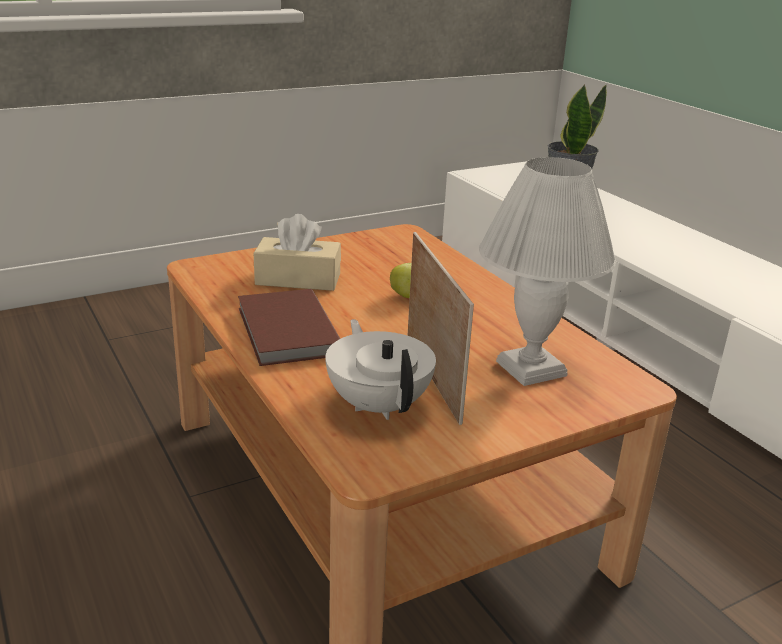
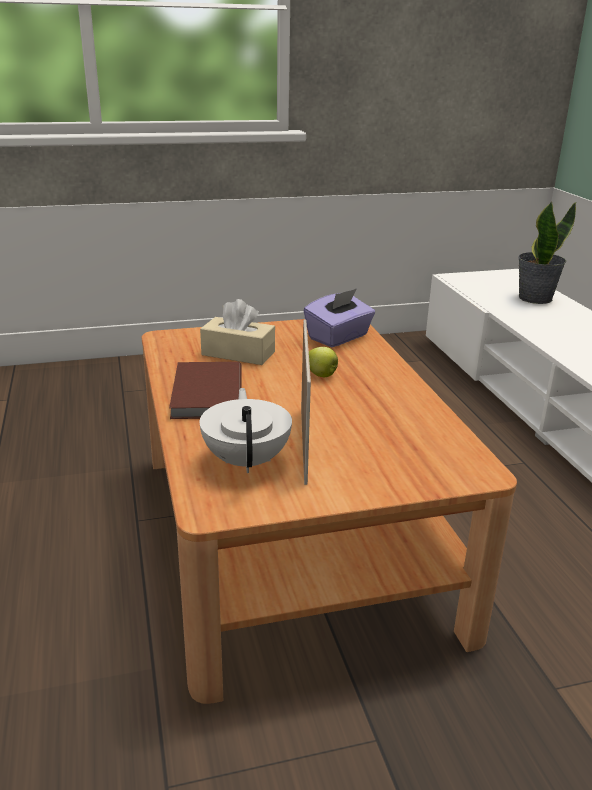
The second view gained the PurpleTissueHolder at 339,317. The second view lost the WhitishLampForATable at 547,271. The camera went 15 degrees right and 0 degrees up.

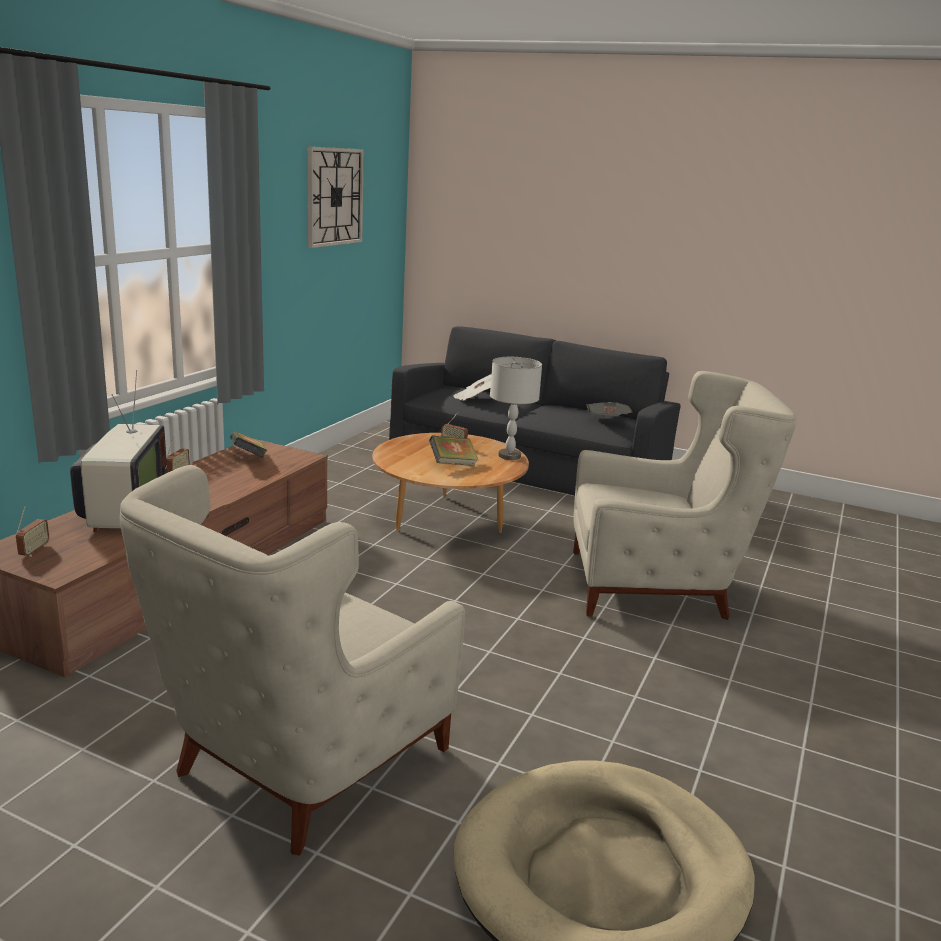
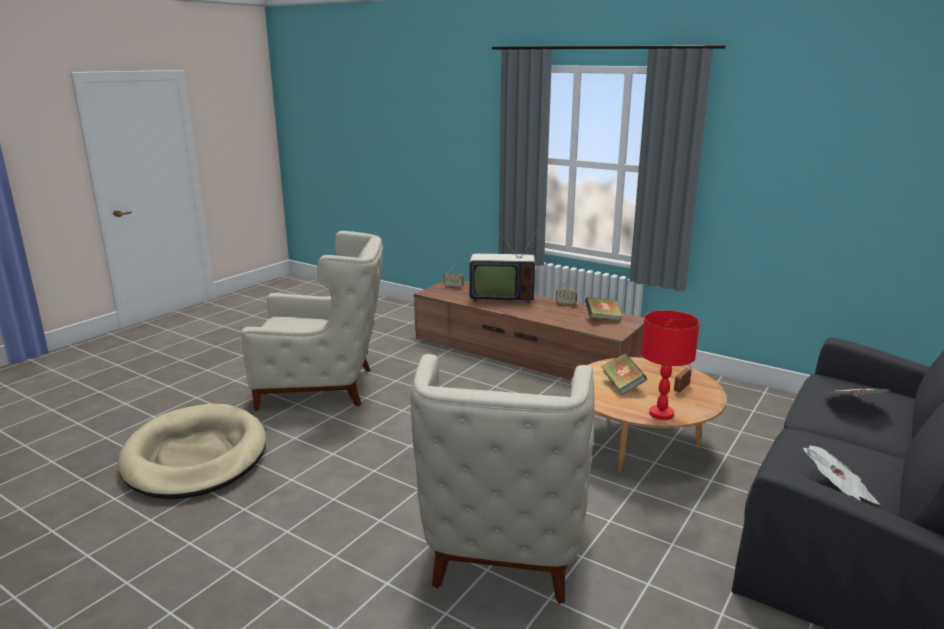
The BeigeColouredLoungeChair at 292,660 ended up facing another way, 135 degrees clockwise from before. What was the GrayLampForATable at 516,408 turned into the RedLampForATable at 670,365. The second view lost the ClockOnTheWall at 336,197. The camera went 100 degrees right and 0 degrees up.

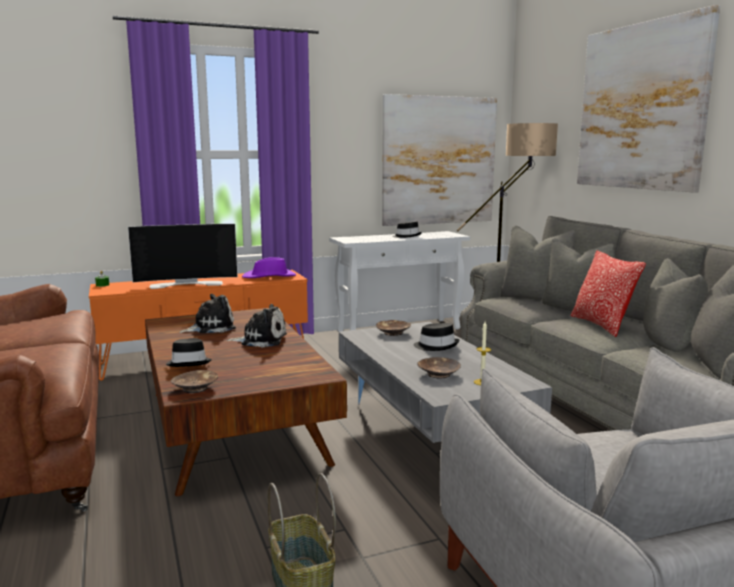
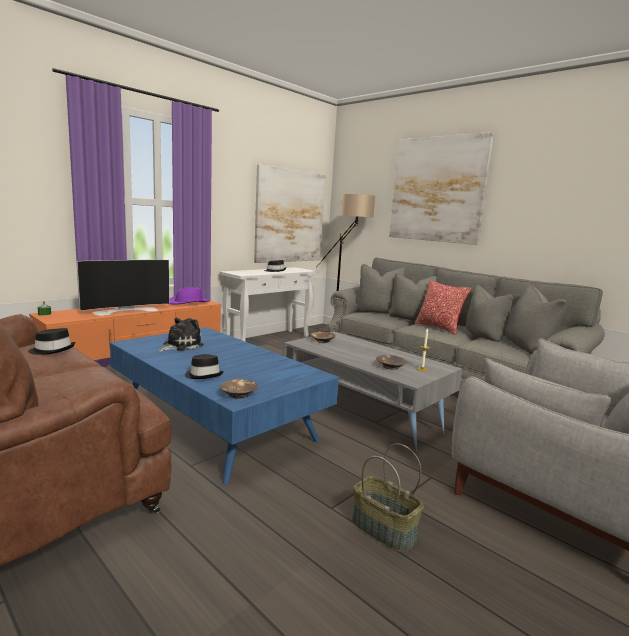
The BlackColouredWearableHat ended up elsewhere, having gone from 436,337 to 52,341. What was the BrownLoungeTable at 246,402 turned into the BluishLoungeTable at 224,406. The second view lost the SoftToy at 256,325. The camera went 25 degrees left and 0 degrees up.

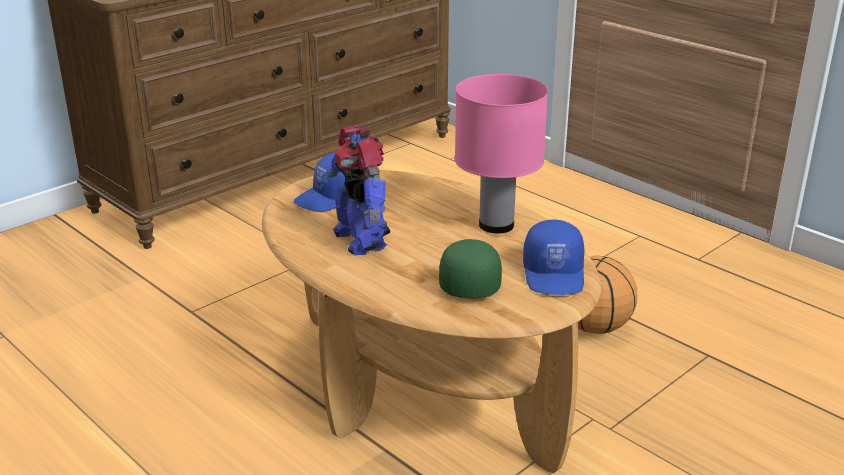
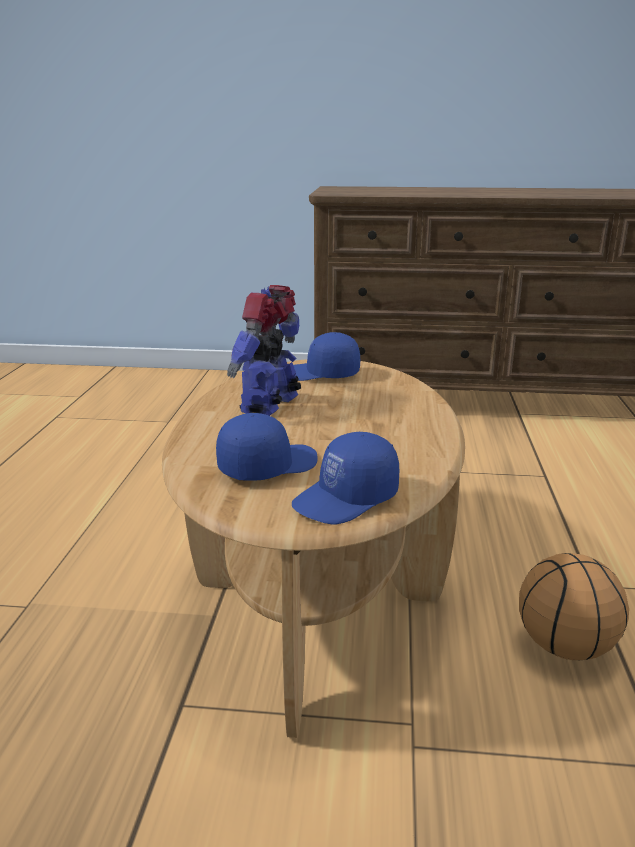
What was the GreenPeakedCap at 470,268 turned into the BluishPeakedCap at 266,447. The second view lost the PinkColouredLampForATable at 501,153. The camera went 50 degrees right and 5 degrees down.

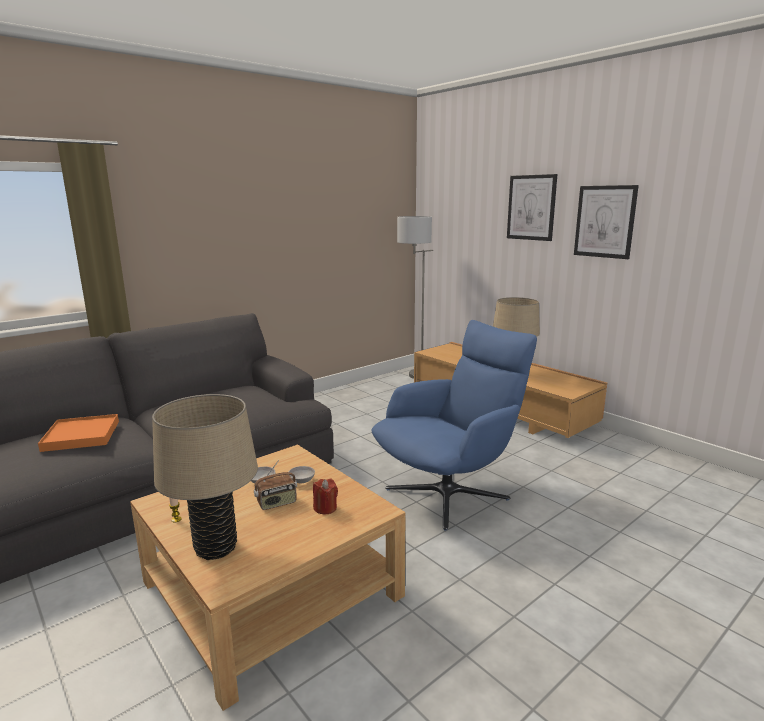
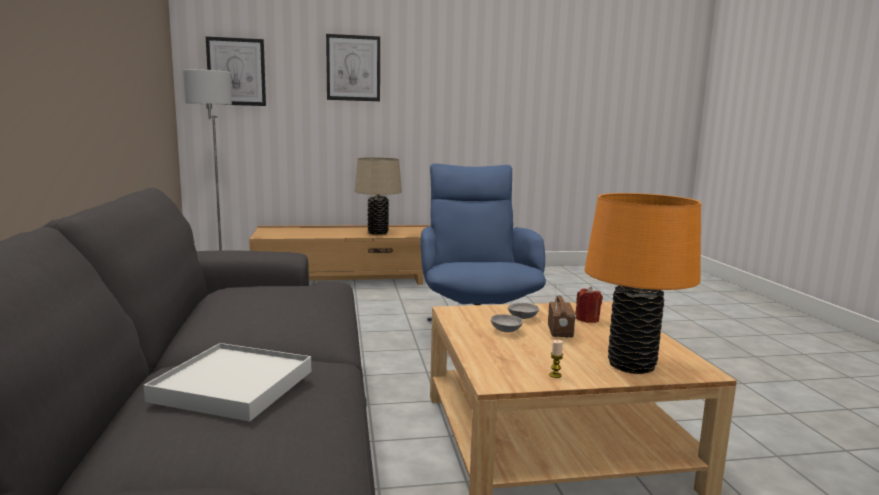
What was the OrangeyServingTray at 78,433 turned into the WhitishServingTray at 227,382. The WallPicture ended up elsewhere, having gone from 606,222 to 236,71. What was the BeigeColouredLampForATable at 205,477 turned into the OrangeyLampForATable at 643,283. The camera went 60 degrees left and 5 degrees down.

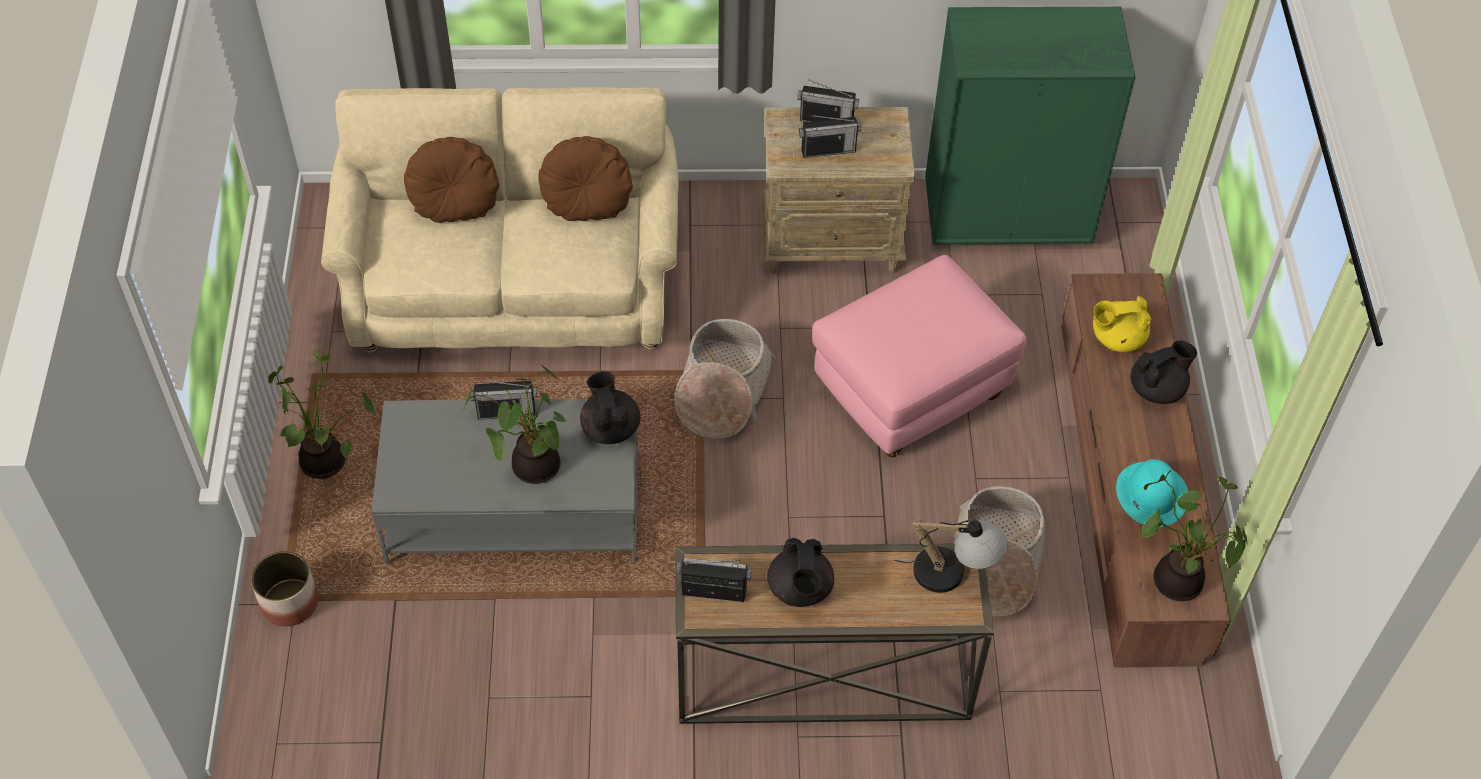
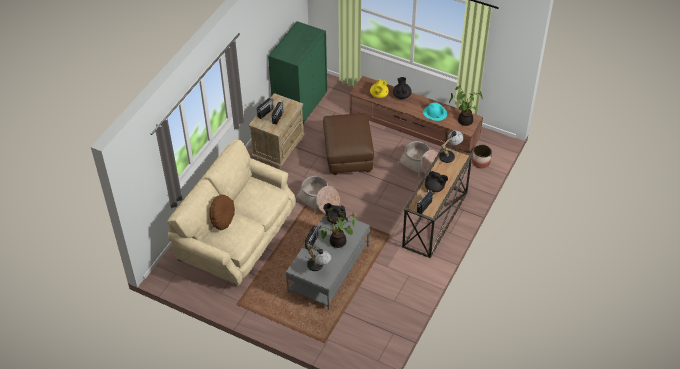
The second view gained the LampForATable at 319,257. What was the PinkColouredPouffe at 919,356 turned into the BrownPouffe at 348,144. The Planter ended up elsewhere, having gone from 285,588 to 482,156. The second view lost the Houseplant at 322,415. The second view lost the BrownThrowPillow at 585,178. The camera went 60 degrees left and 5 degrees down.

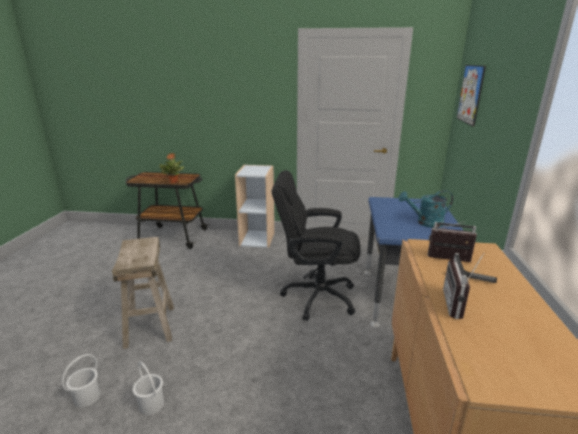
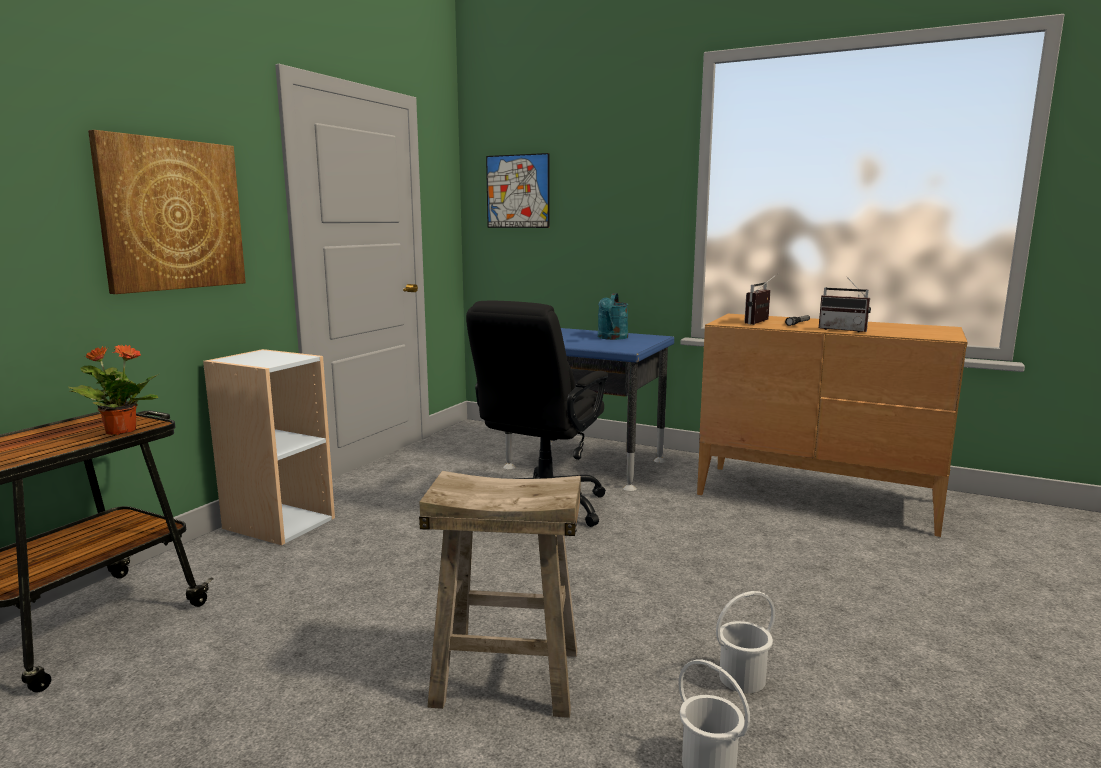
The second view gained the WallPicture at 167,212. The camera went 70 degrees left and 10 degrees down.

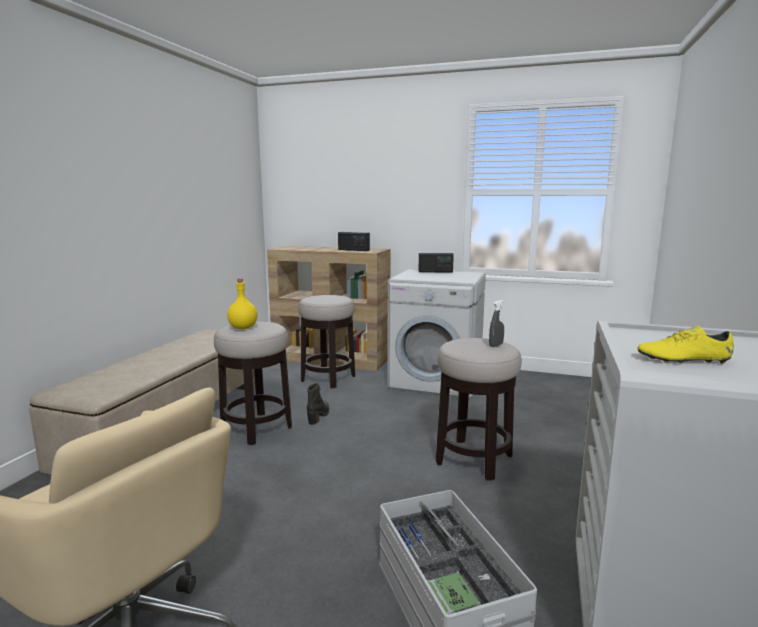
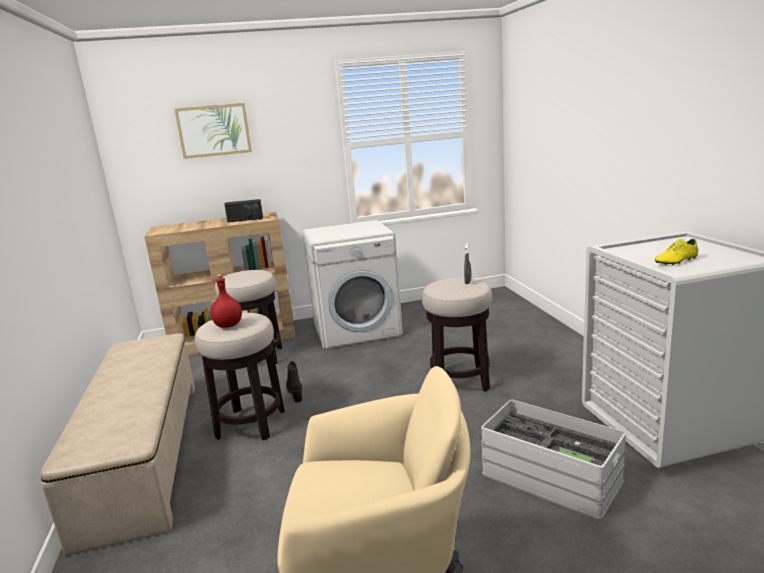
The second view gained the WallPicture at 213,131. What was the YellowDrinkBottle at 242,304 turned into the RedDrinkBottle at 226,301. The second view lost the RadioReceiver at 436,262. The camera went 30 degrees left and 5 degrees up.

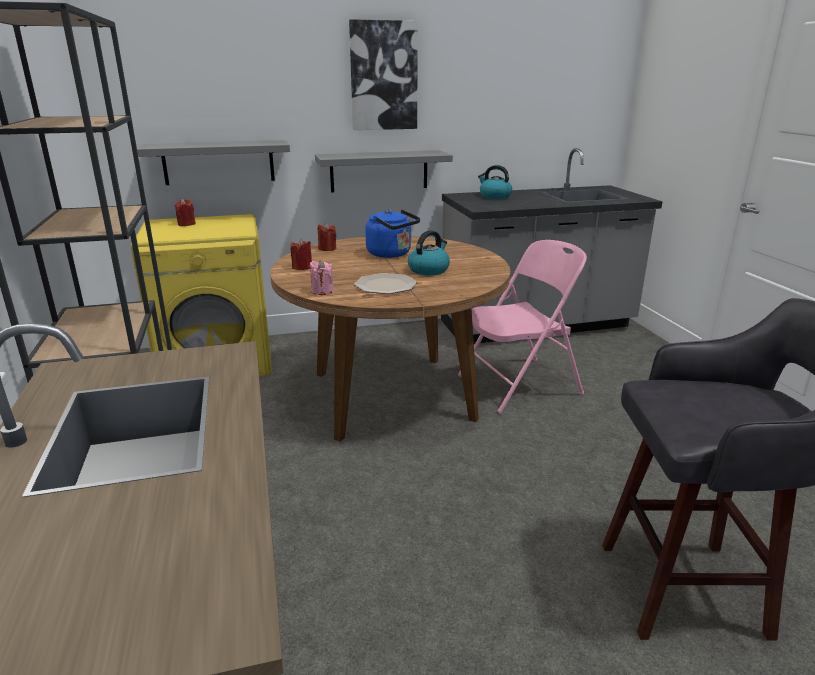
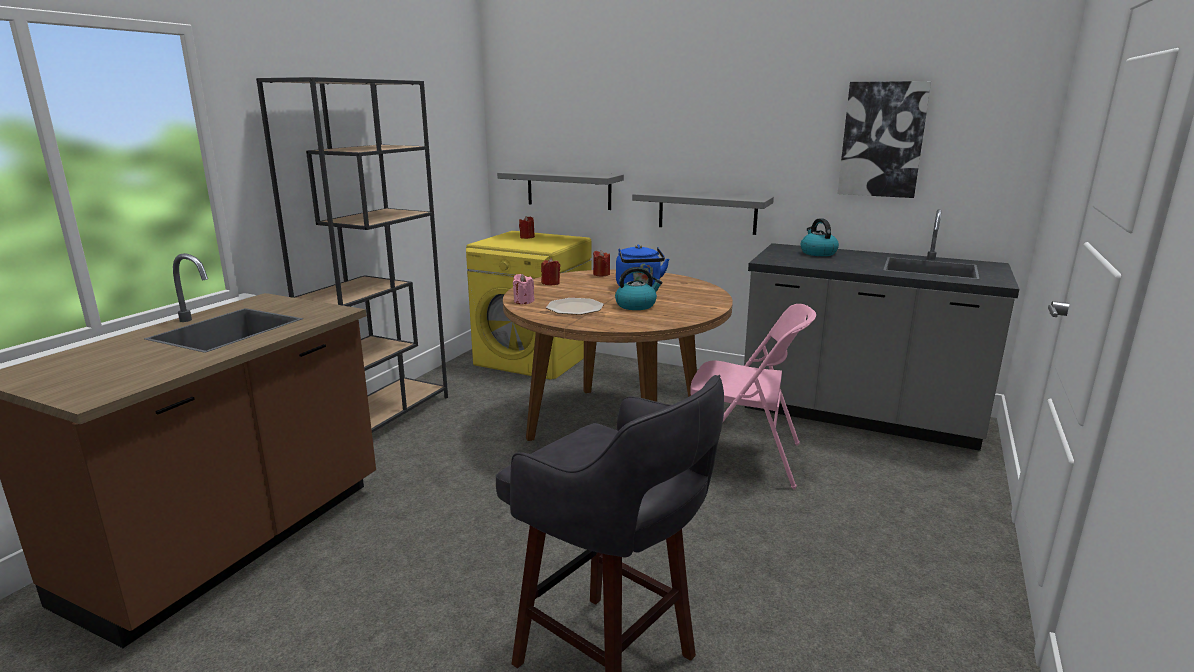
The WallPicture ended up elsewhere, having gone from 383,74 to 884,139. The camera went 40 degrees right and 5 degrees down.

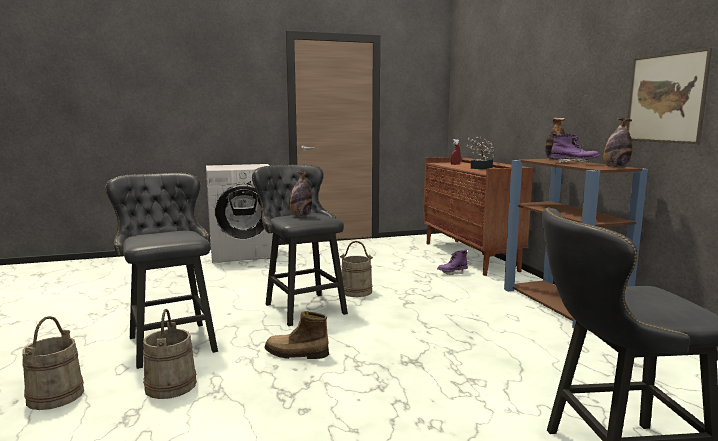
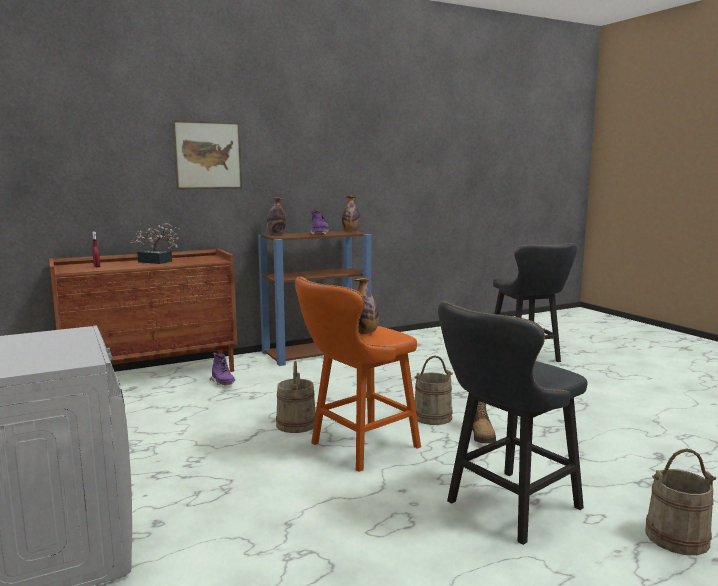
The WallPicture ended up elsewhere, having gone from 669,96 to 207,155. What was the GraySittingStool at 300,245 turned into the OrangeySittingStool at 358,374. The BeigeColouredWaterBucket ended up elsewhere, having gone from 170,354 to 434,390. The camera went 100 degrees left and 0 degrees up.

